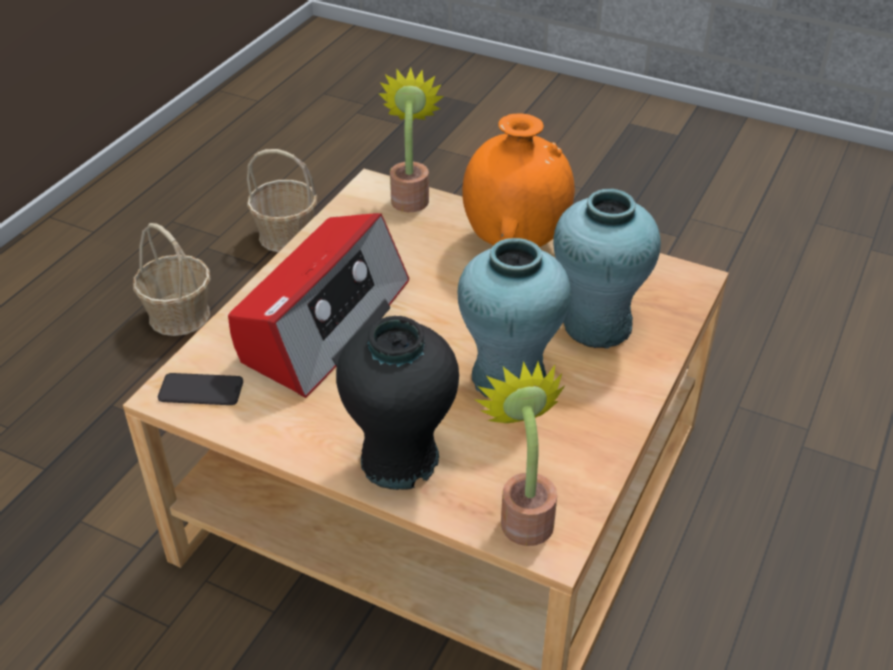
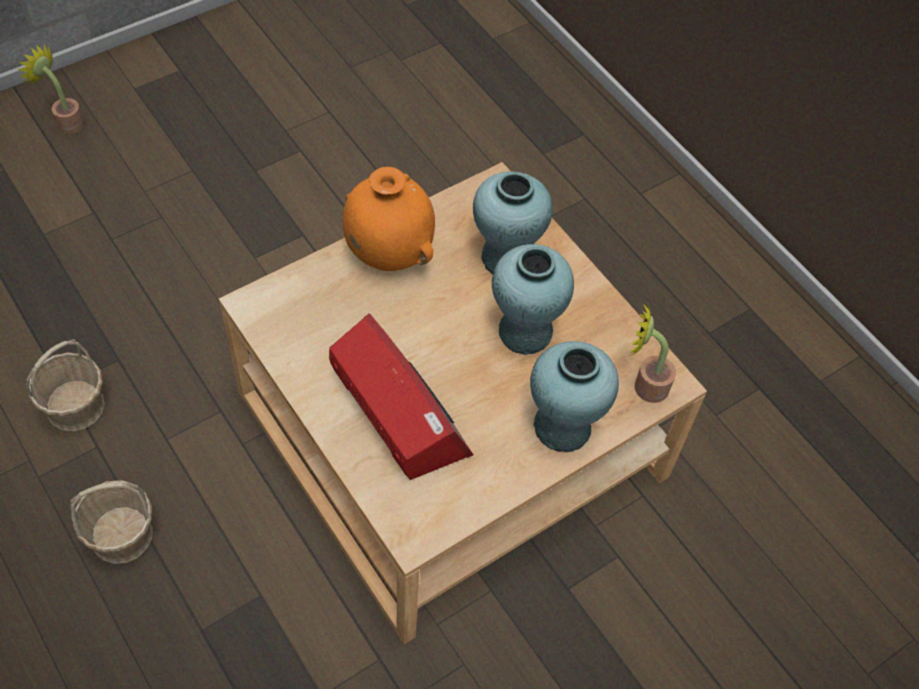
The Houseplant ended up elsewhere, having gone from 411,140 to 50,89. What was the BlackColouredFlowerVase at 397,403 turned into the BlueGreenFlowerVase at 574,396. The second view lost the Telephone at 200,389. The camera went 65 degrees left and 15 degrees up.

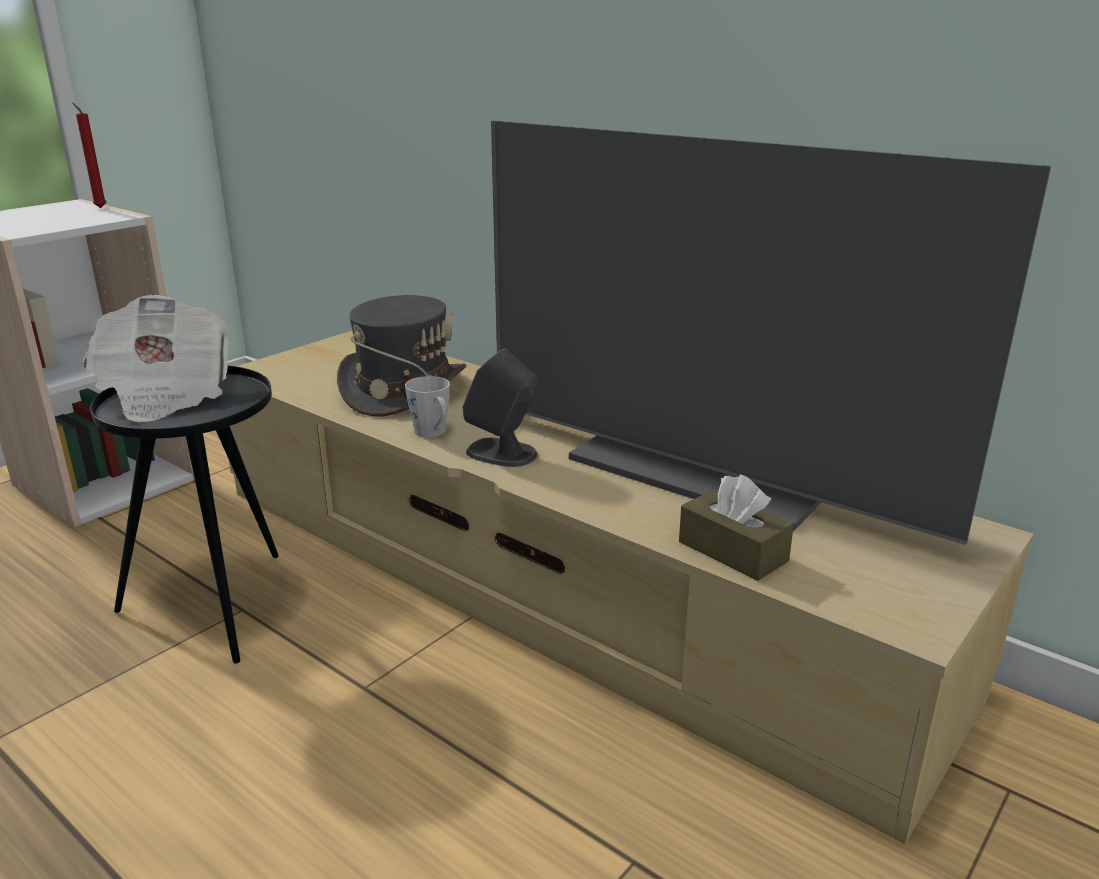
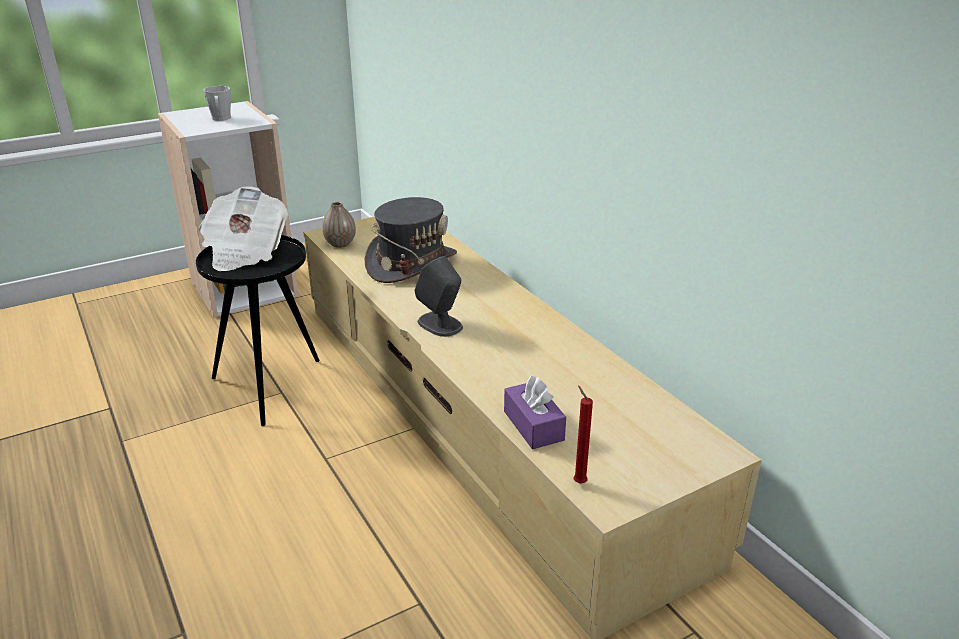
The GrayTeaMug ended up elsewhere, having gone from 427,406 to 217,103. The second view gained the FlowerVase at 339,225. What was the BrownTissueHolder at 736,528 turned into the PurpleTissueHolder at 535,412. The RedWaxCandle ended up elsewhere, having gone from 89,155 to 583,434. The second view lost the Television at 771,333. The camera went 20 degrees right and 5 degrees up.

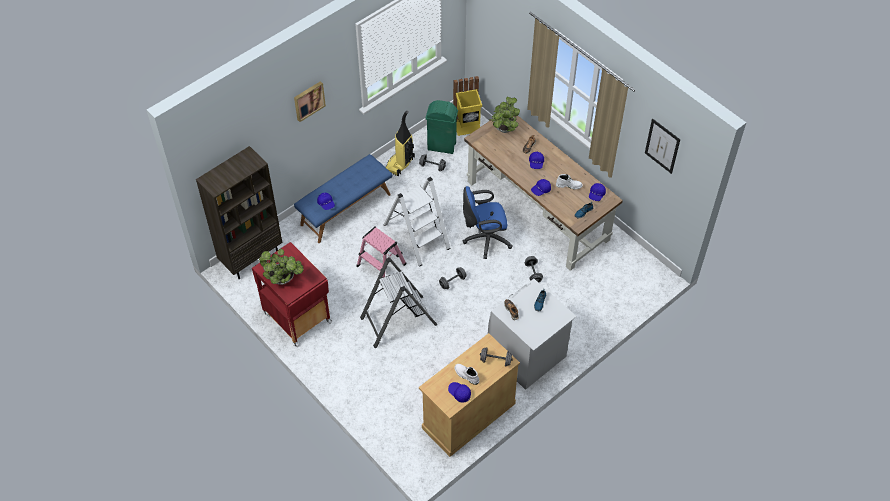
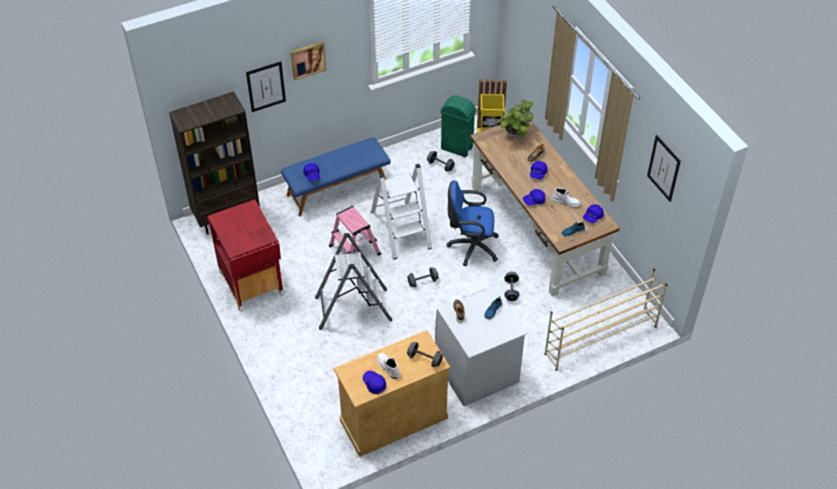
The second view gained the WallPicture at 266,86. The second view gained the BeigeColouredShoeStand at 606,320. The second view lost the Houseplant at 281,267. The second view lost the VacuumCleaner at 400,143. The camera went 15 degrees right and 5 degrees down.

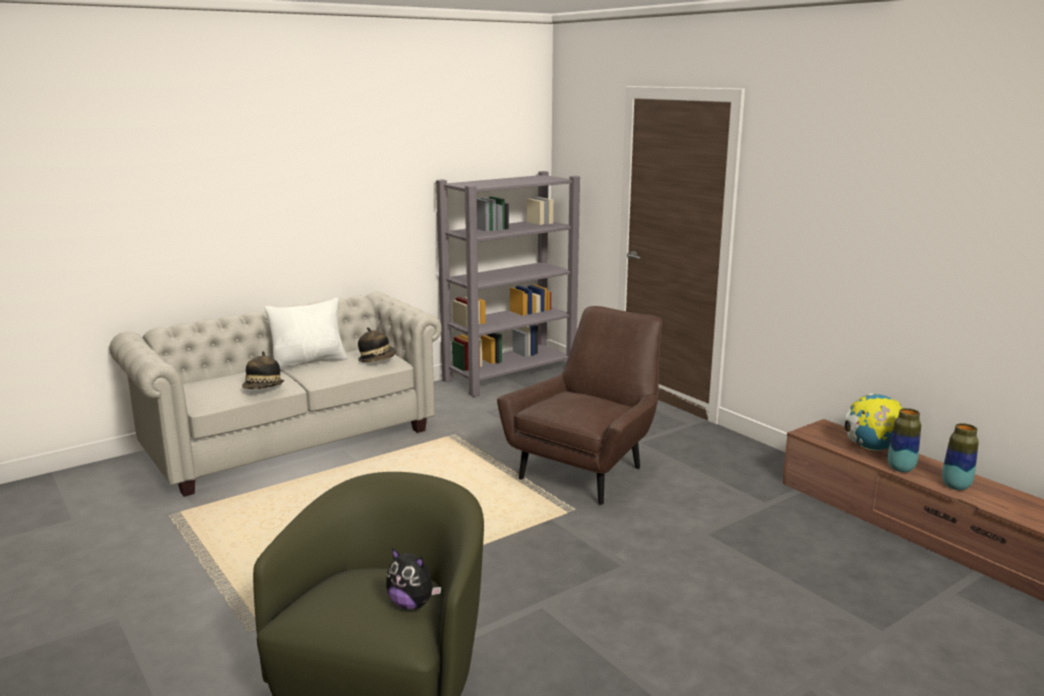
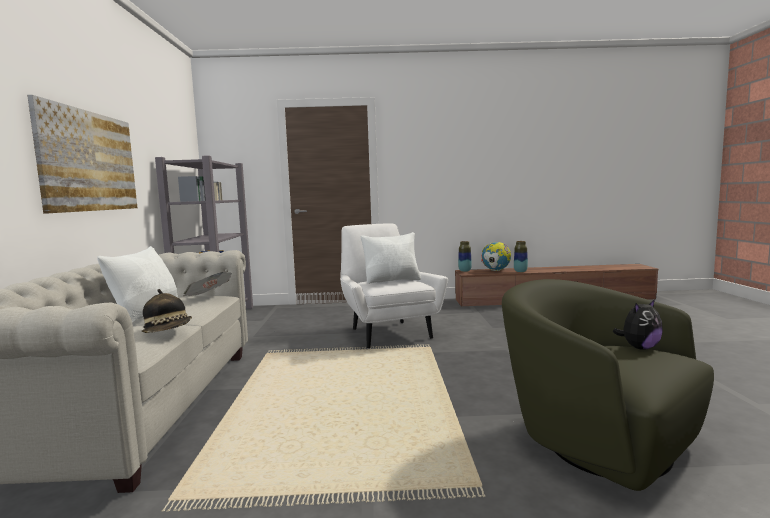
The second view gained the WallPicture at 82,154. Where the WearableHat stood at 377,344, the DailyPaper came to stand at 207,284. What was the BrownLoungeChair at 579,405 turned into the WhitishLoungeChair at 394,286. The second view gained the WhitishThrowPillow at 390,258. The FlowerVase ended up elsewhere, having gone from 960,456 to 465,256. The camera went 55 degrees left and 10 degrees down.

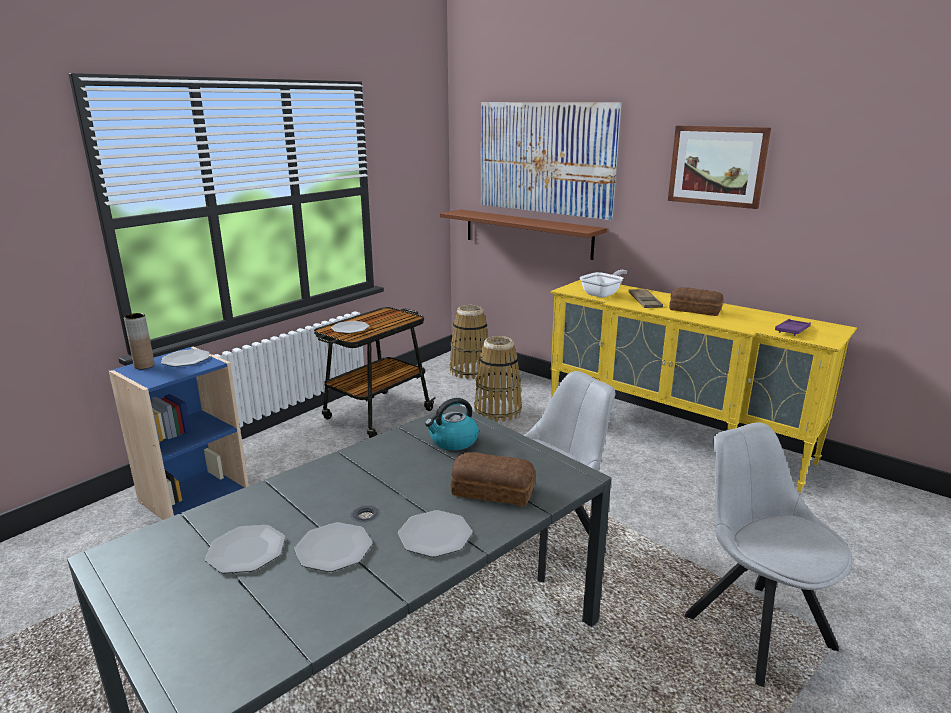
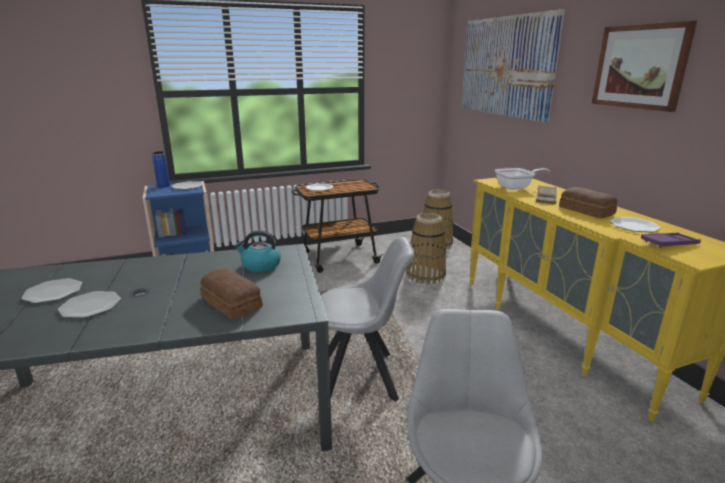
What was the BrownFlowerVase at 139,341 turned into the BluishFlowerVase at 161,169. The FlatDish ended up elsewhere, having gone from 435,533 to 635,224. The second view lost the BrownShelf at 523,234. The camera went 30 degrees right and 0 degrees up.

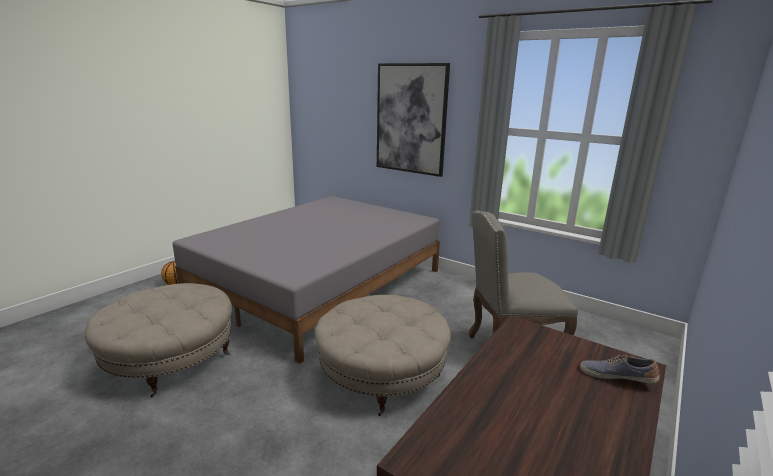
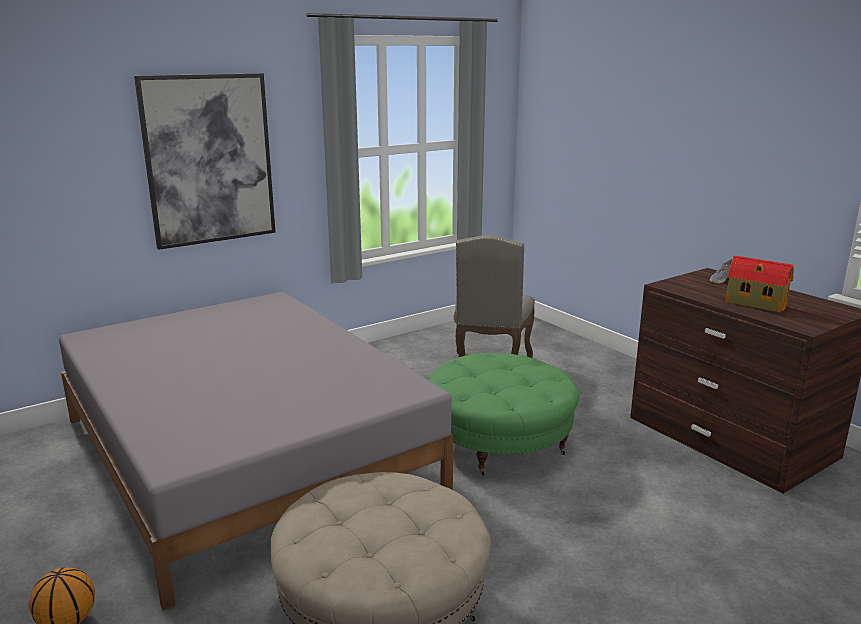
What was the BeigeColouredPouffe at 383,355 turned into the GreenPouffe at 503,414. The second view gained the MiniatureHouse at 759,284. The camera went 70 degrees left and 0 degrees up.

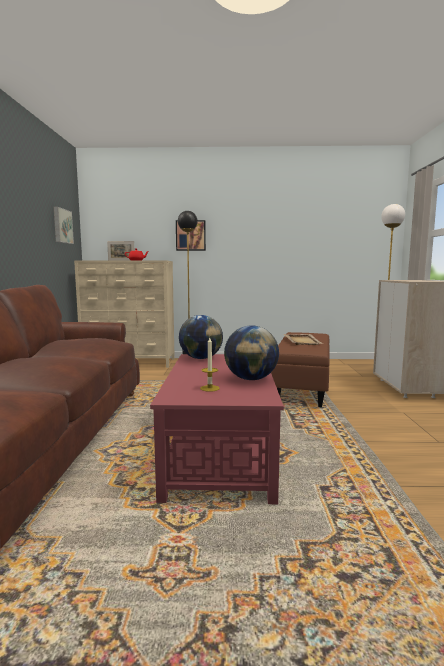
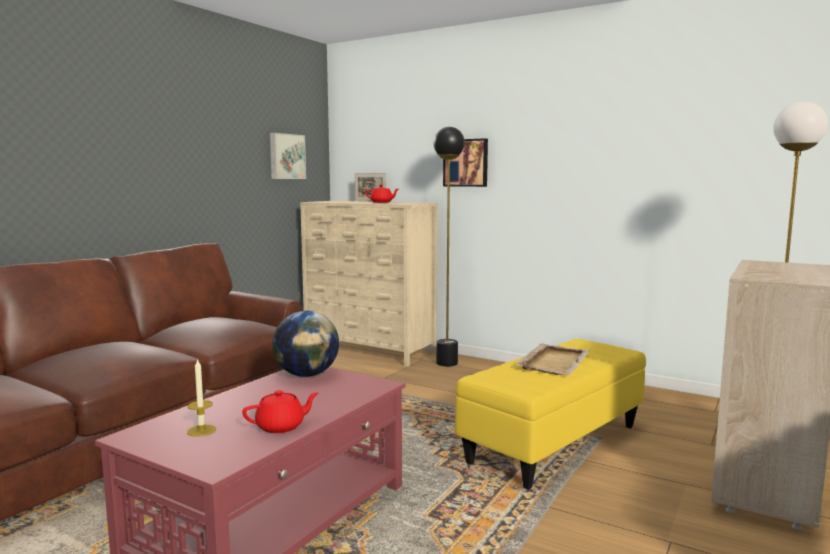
Where the DeskGlobe stood at 251,352, the RedPotForTea came to stand at 280,411. What was the BrownPouffe at 300,370 turned into the YellowPouffe at 550,414. The camera went 30 degrees right and 0 degrees up.

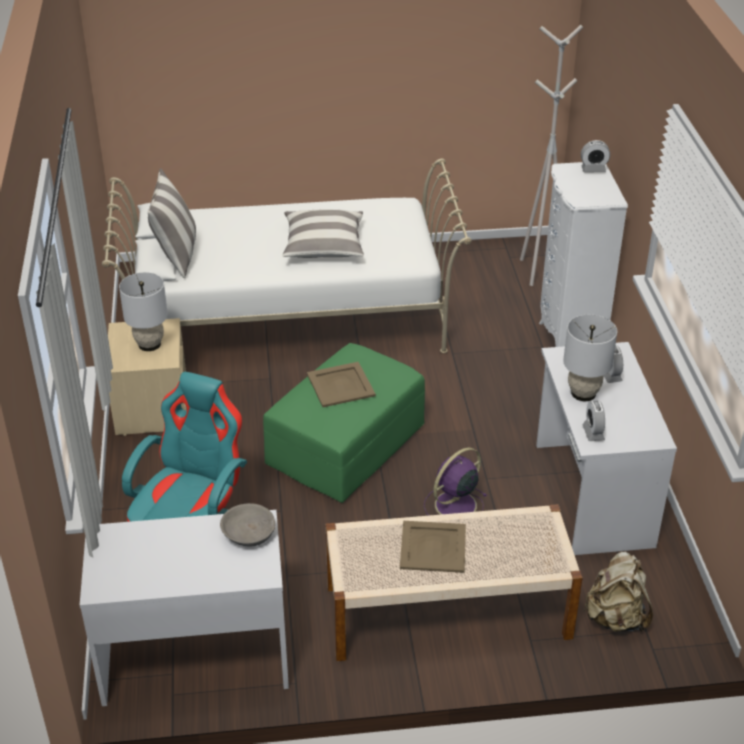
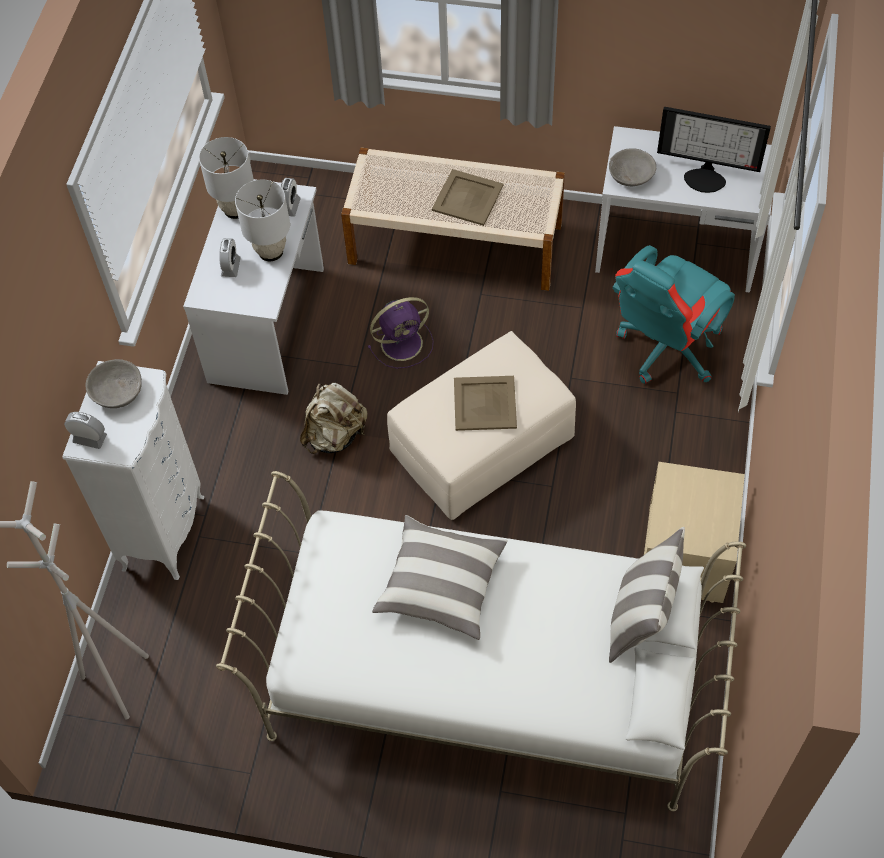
The second view gained the GrayBowl at 114,383. The WhitishLampForATable ended up elsewhere, having gone from 143,311 to 226,178. The BeigeColouredBackpack ended up elsewhere, having gone from 618,592 to 334,418. What was the GreenPouffe at 344,423 turned into the BeigeColouredPouffe at 481,425. The second view gained the ComputerDisplay at 714,150. The camera went 160 degrees left and 20 degrees up.

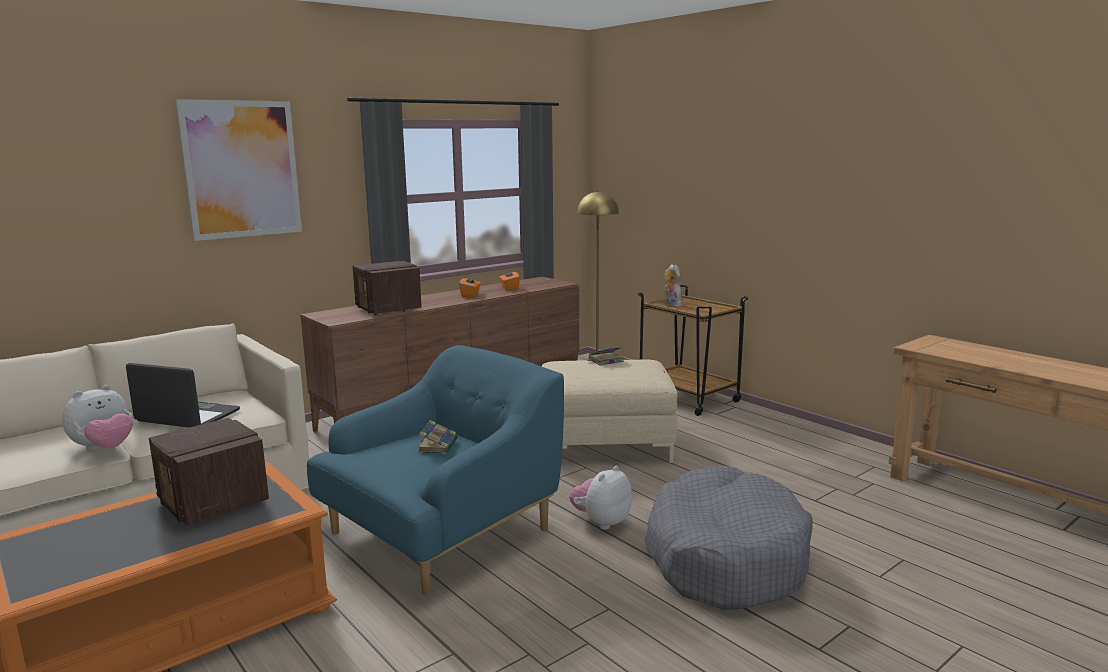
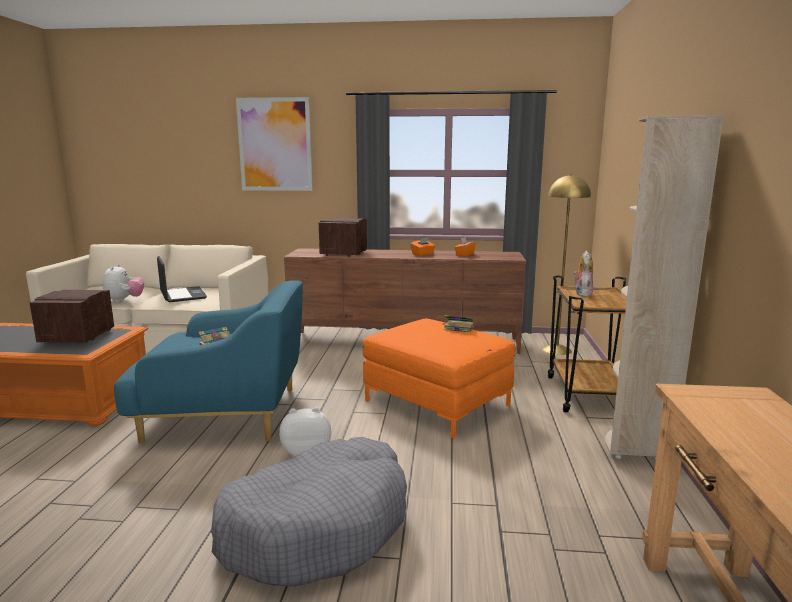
The SoftToy at 97,418 ended up facing another way, 90 degrees counterclockwise from before. What was the BeigeColouredPouffe at 610,411 turned into the OrangeyPouffe at 439,379. The second view gained the BeigeColouredShelvingUnit at 664,287. The camera went 45 degrees right and 0 degrees up.

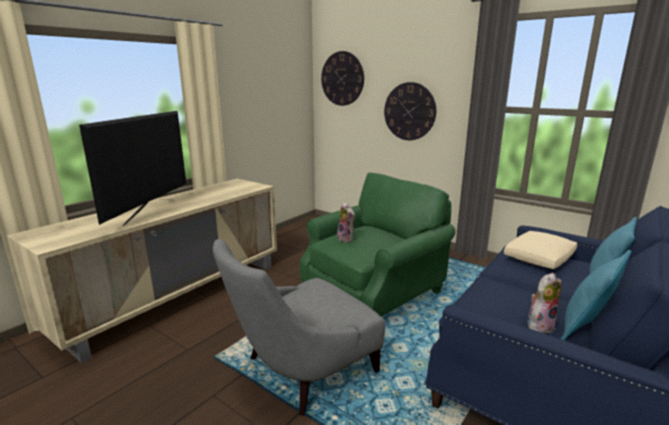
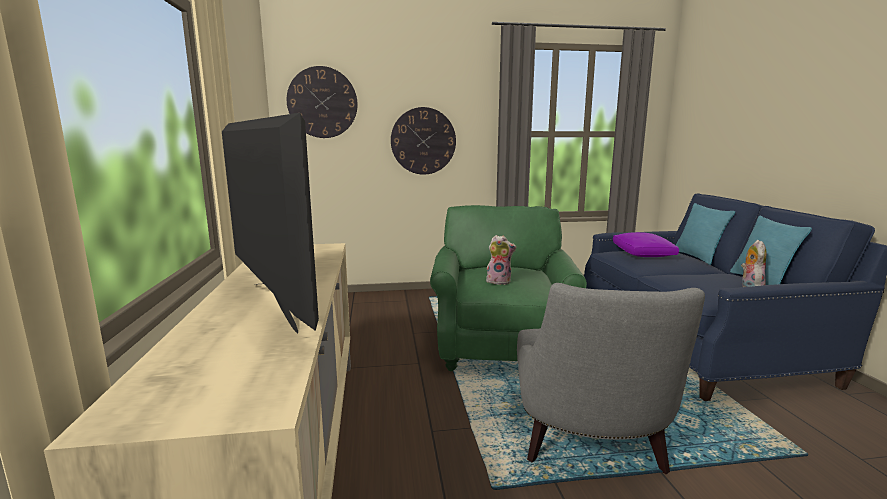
What was the BeigeColouredThrowPillow at 541,250 turned into the PurpleThrowPillow at 646,244. The camera went 45 degrees left and 5 degrees down.

